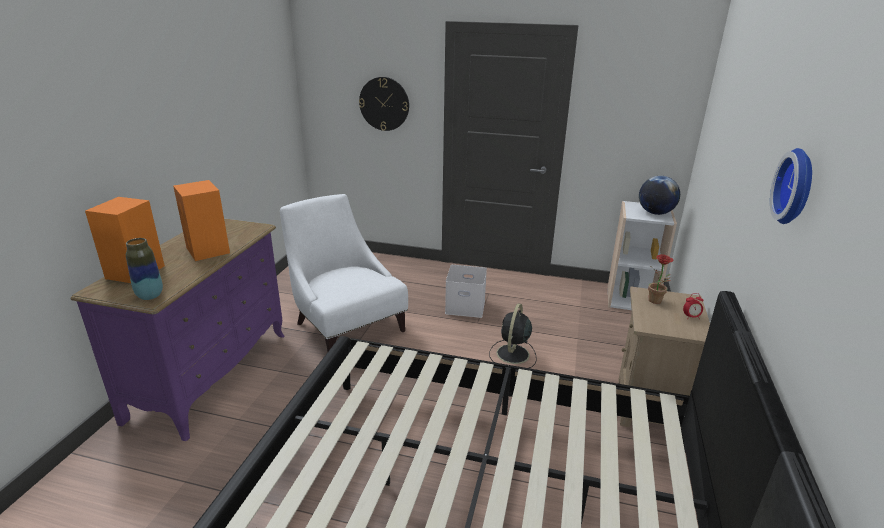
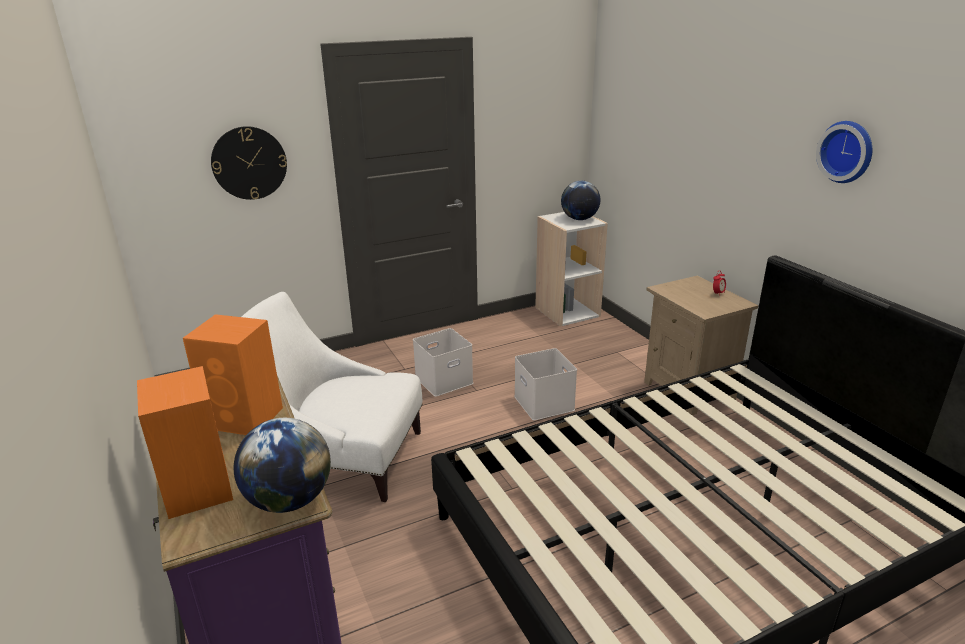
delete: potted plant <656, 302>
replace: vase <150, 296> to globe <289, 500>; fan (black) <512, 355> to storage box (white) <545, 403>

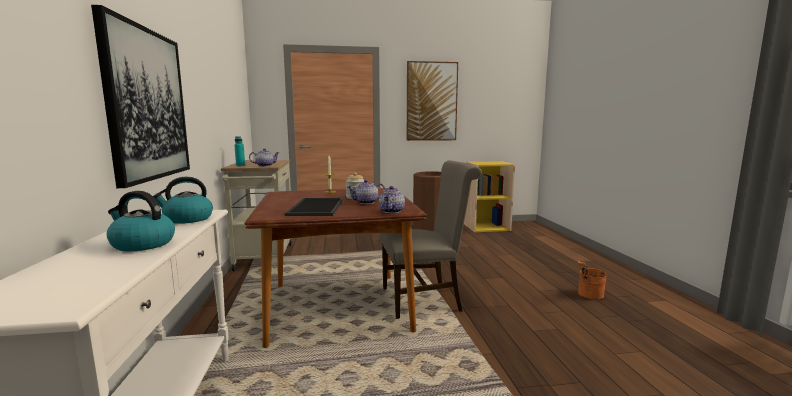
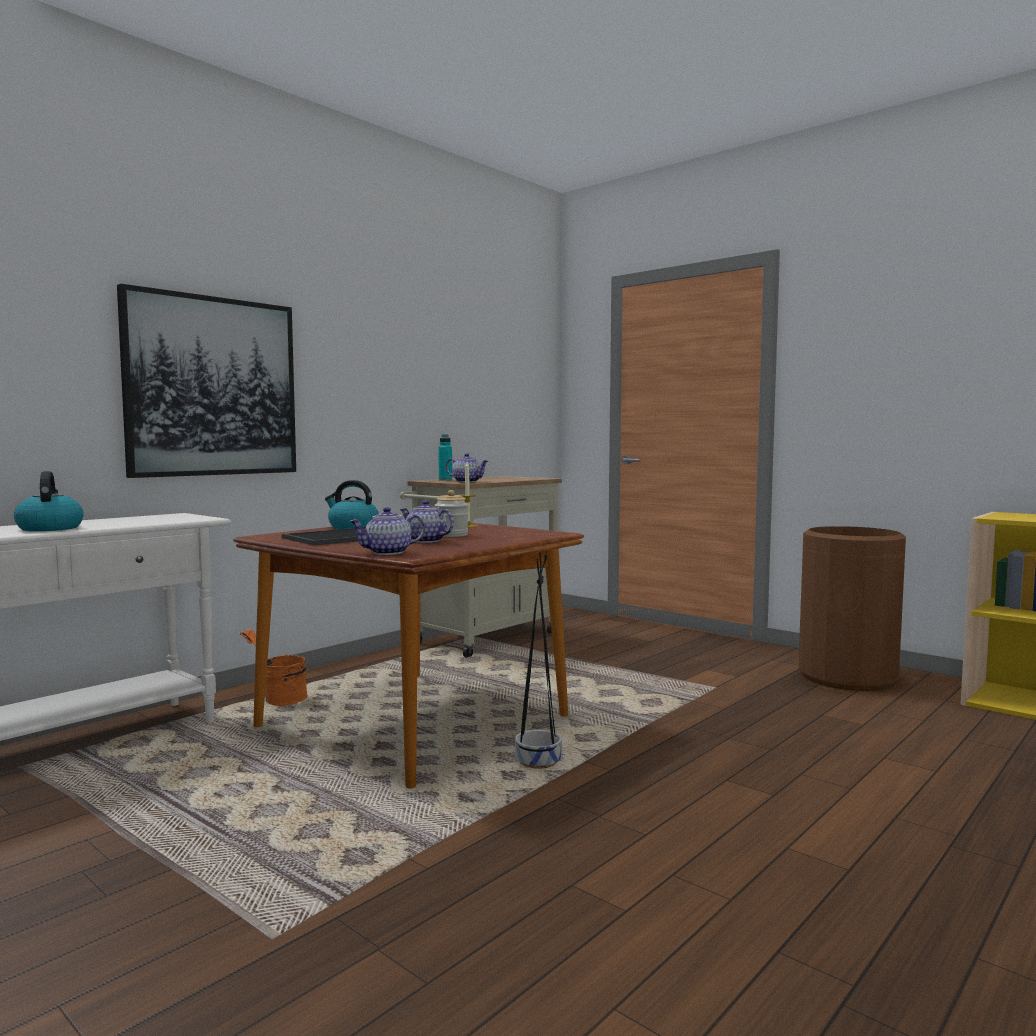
delete: picture <431, 101>
move: kettle <187, 219> to <352, 527>; bucket (orange) <588, 295> to <279, 699>
replace: chair (beige) <426, 299> to planter (black) <538, 762>

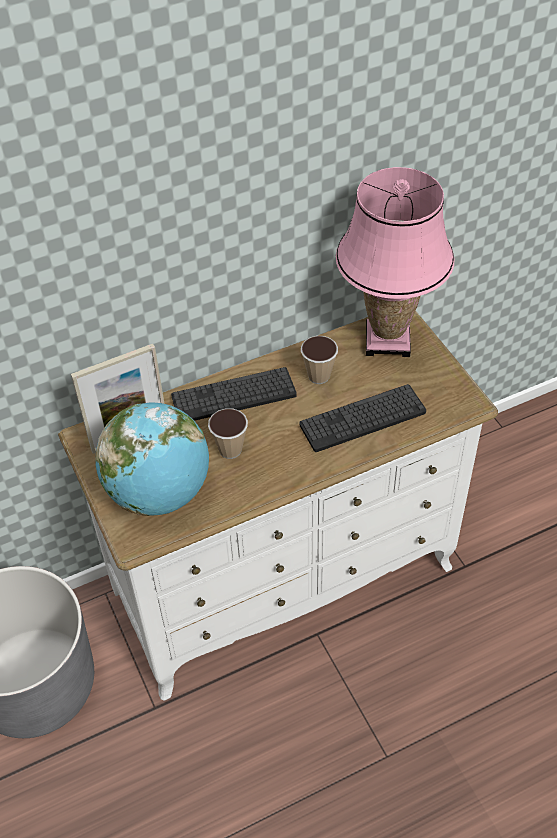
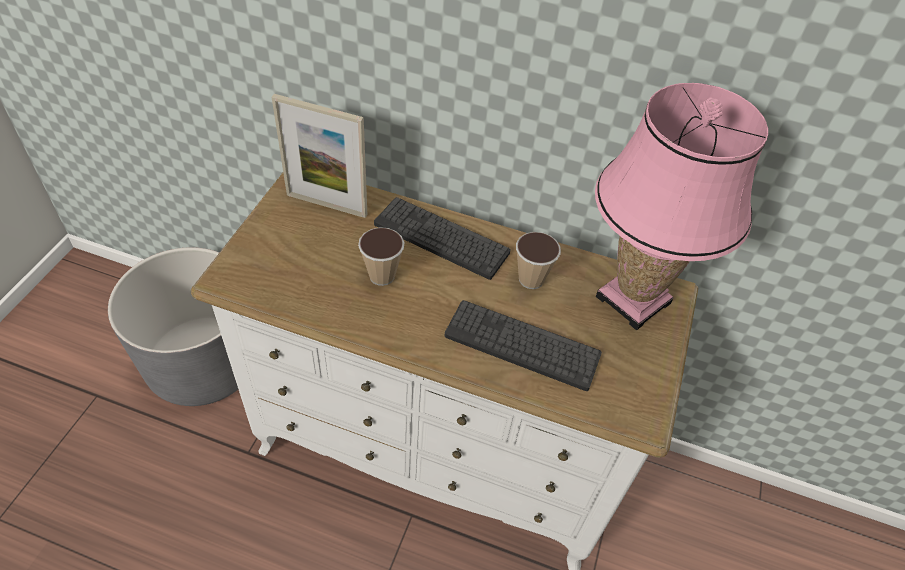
delete: globe <159, 492>

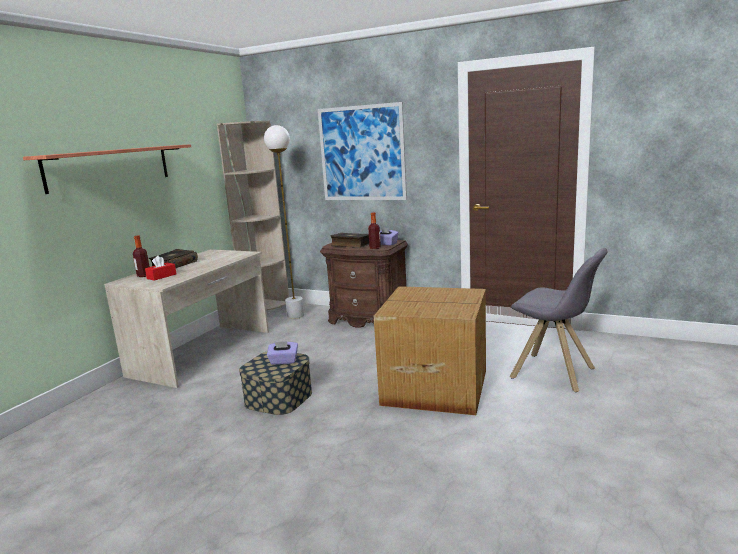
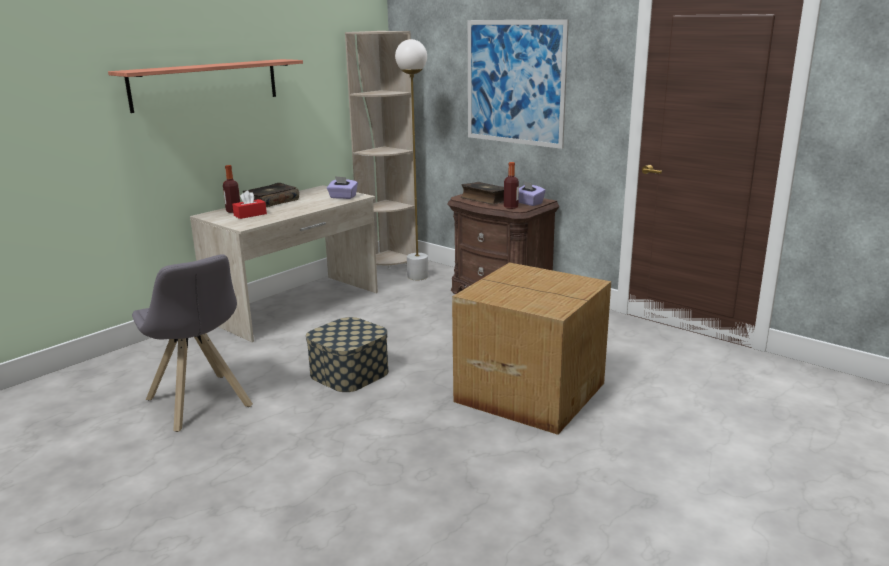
move: chair (grey) <553, 372> to <200, 402>; tissue box (purple) <283, 361> to <342, 197>

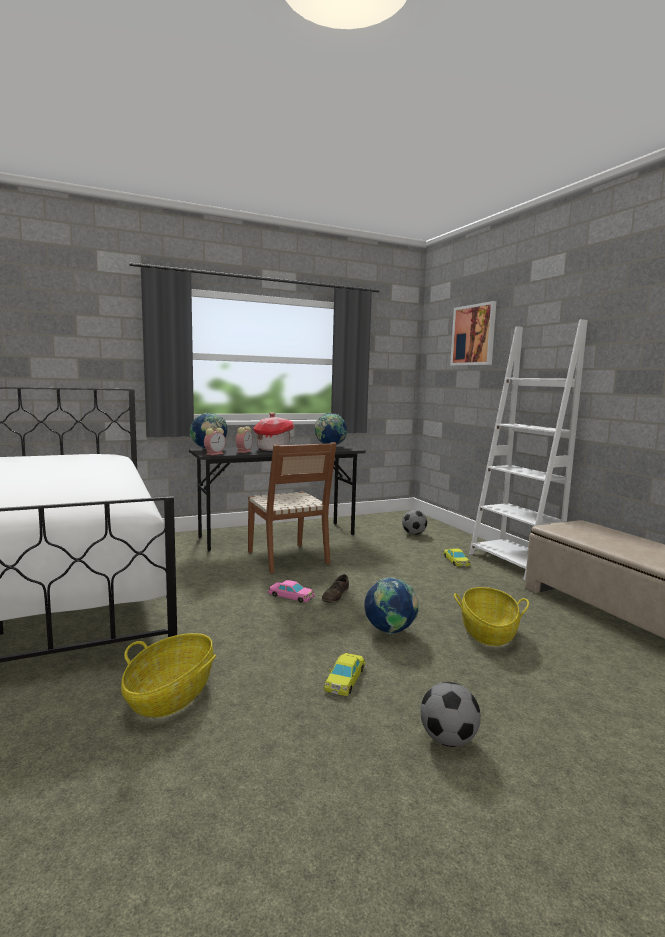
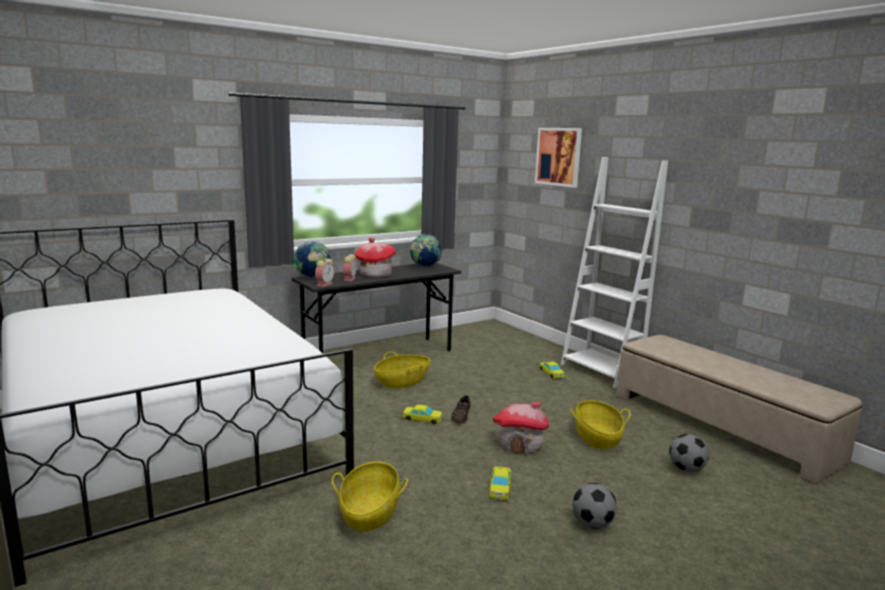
move: football <414, 534> to <686, 469>
replace: chair <288, 560> to basket <402, 382>; globe <390, 632> to toy house <520, 444>
recolor: toy car (pink) <291, 596> to toy car (yellow) <423, 418>

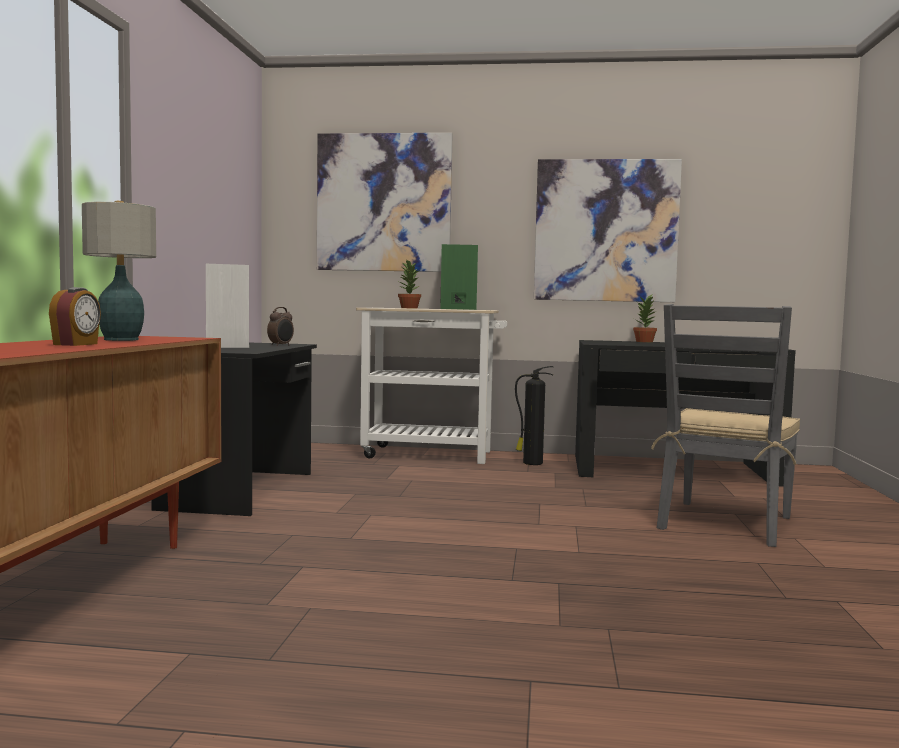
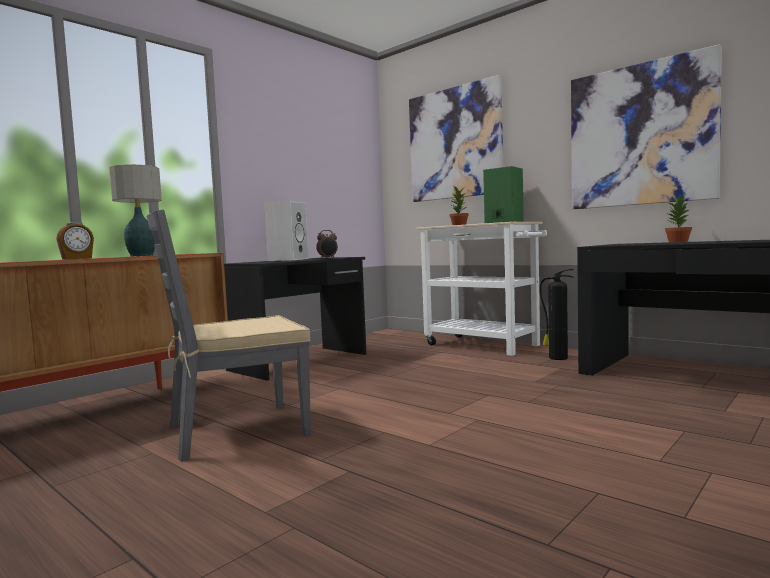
move: chair (grey) <725, 523> to <236, 430>

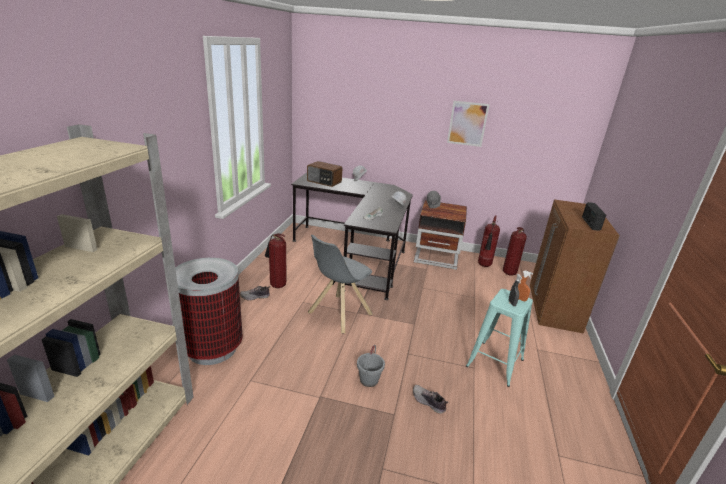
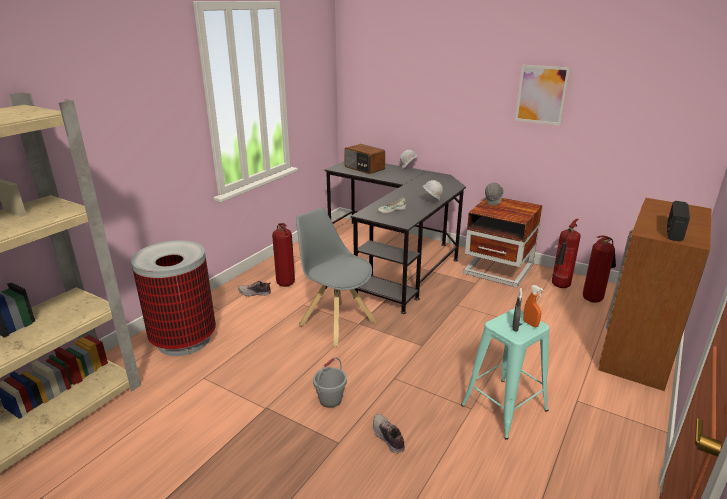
rotate: chair (grey) <338, 314> = <336, 322> 75 degrees clockwise

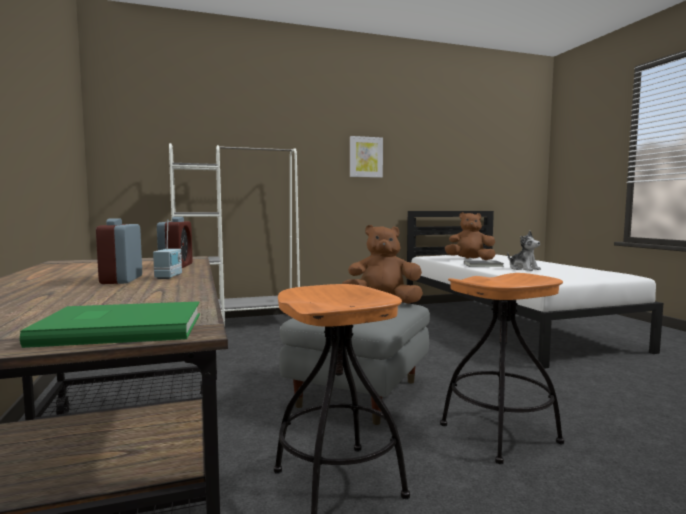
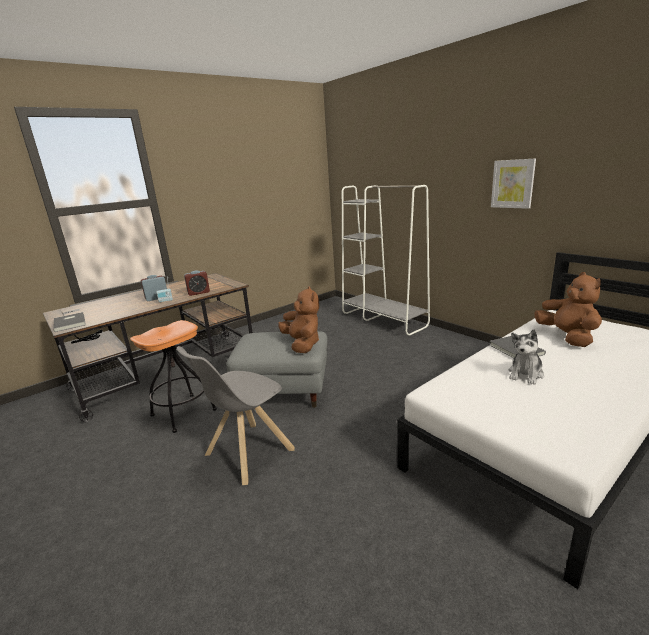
replace: stool (orange) <498, 433> to chair (grey) <247, 453>
recolor: book (green) <121, 328> to book (grey) <71, 323>

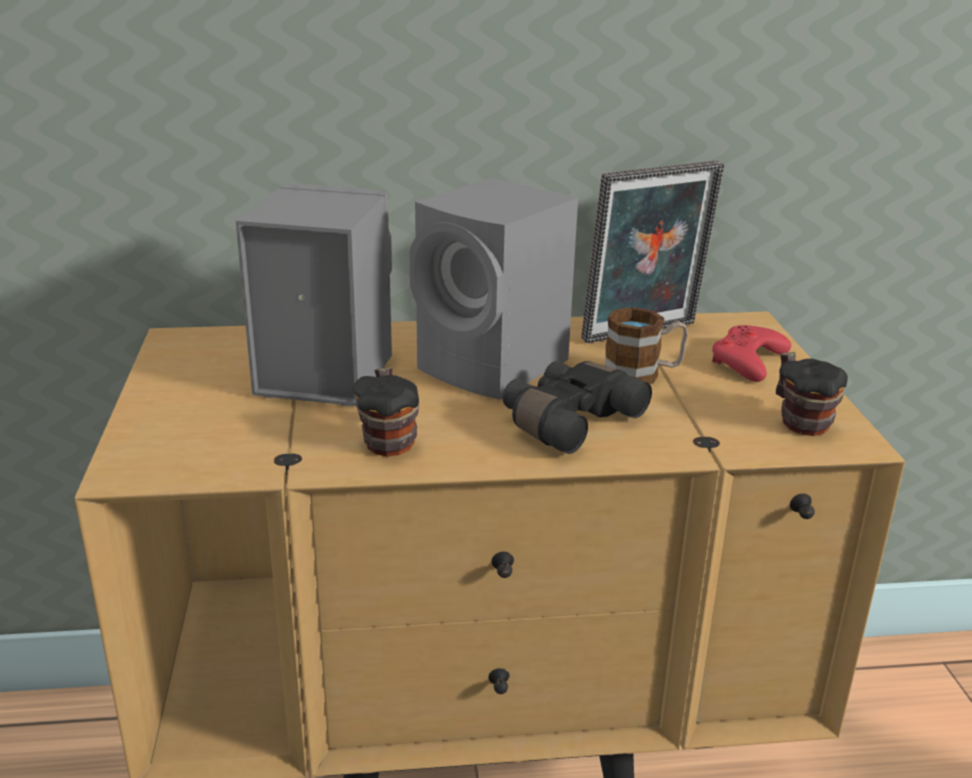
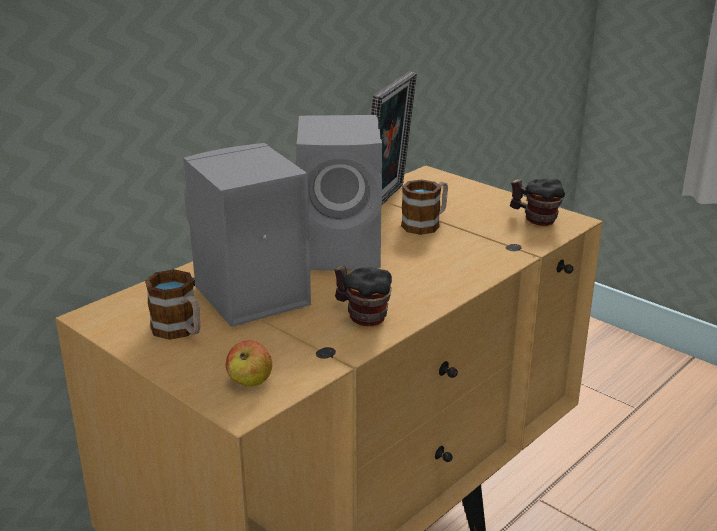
delete: game controller (red) <748, 361>; binoculars (black) <567, 420>
insert: mug <180, 331>; apple <250, 382>

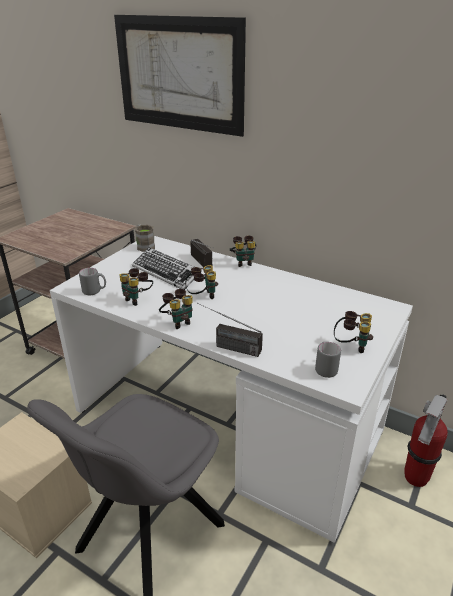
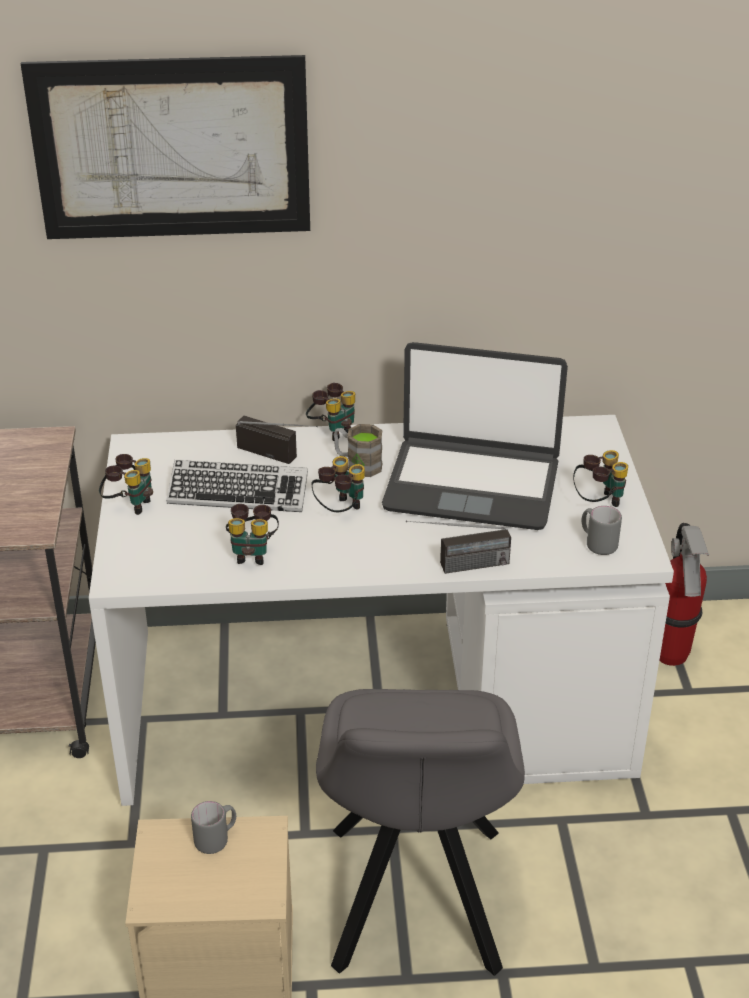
insert: laptop <472, 484>
move: mug (brown) <144, 246> to <357, 464>; mug (grey) <95, 291> to <216, 839>; binoculars <178, 322> to <129, 504>

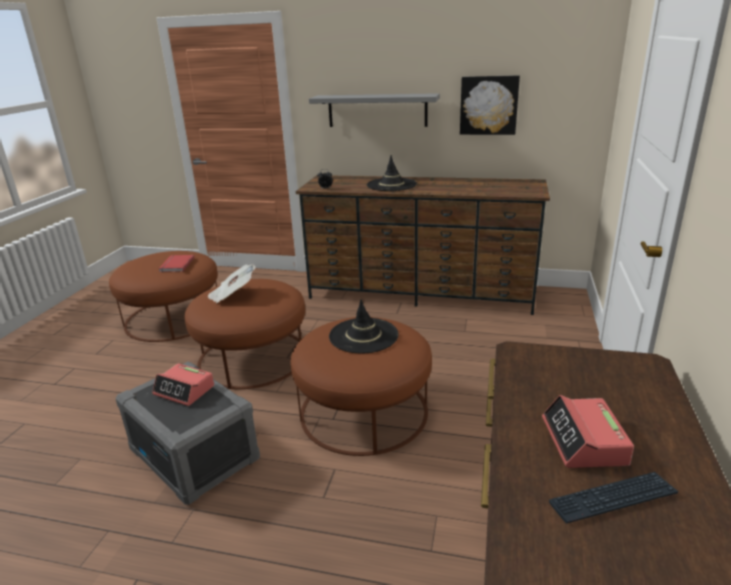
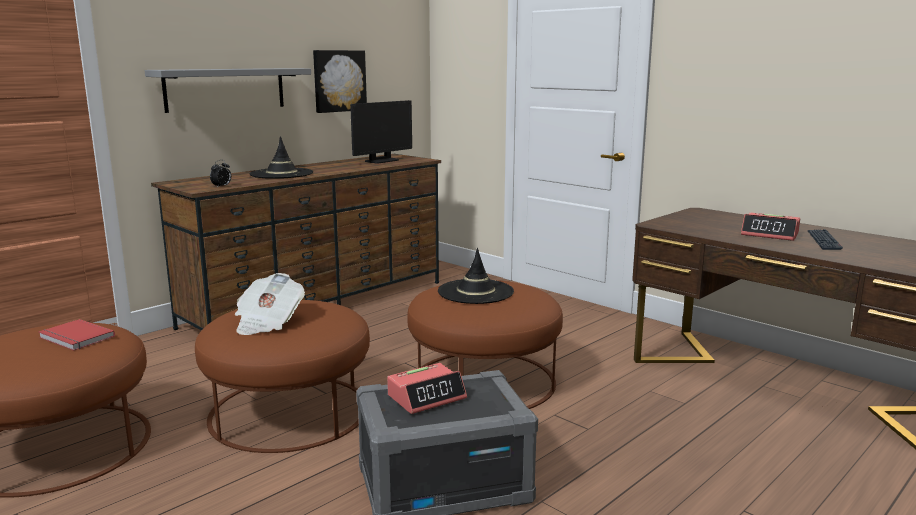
insert: monitor <382, 161>

